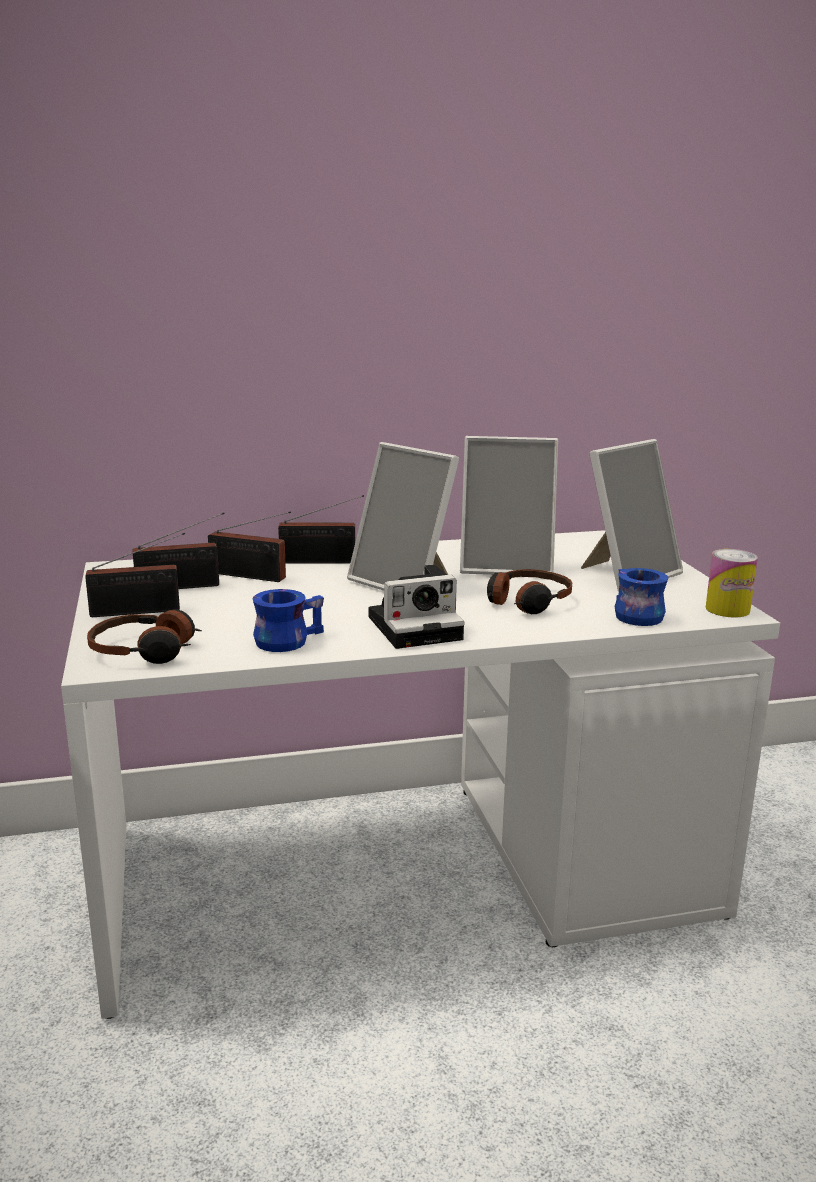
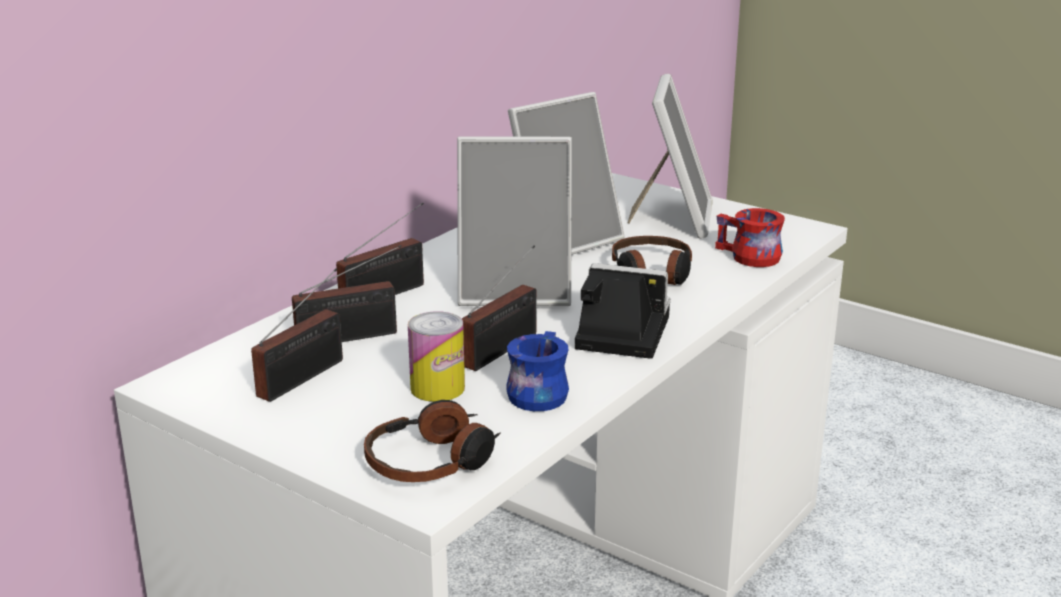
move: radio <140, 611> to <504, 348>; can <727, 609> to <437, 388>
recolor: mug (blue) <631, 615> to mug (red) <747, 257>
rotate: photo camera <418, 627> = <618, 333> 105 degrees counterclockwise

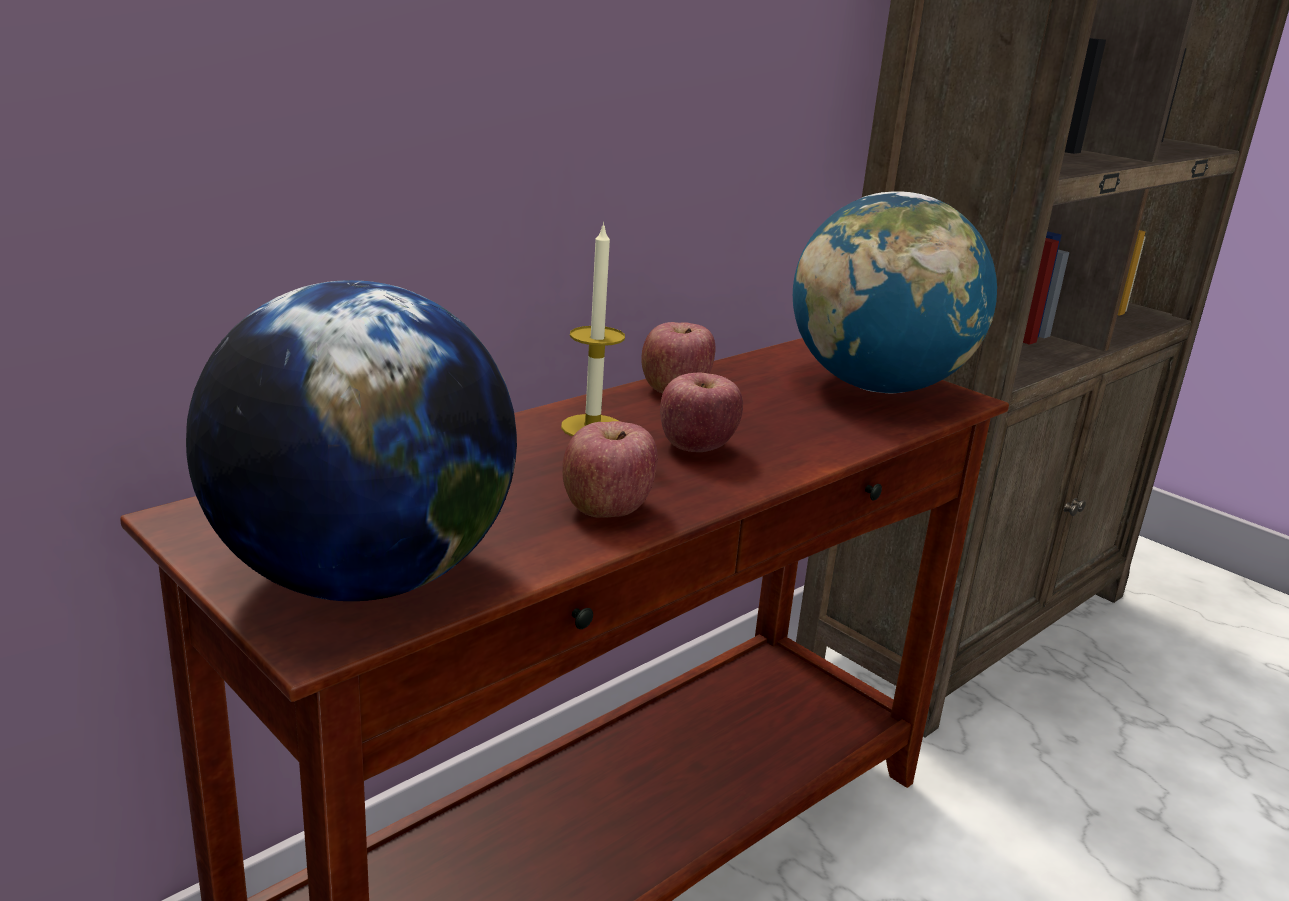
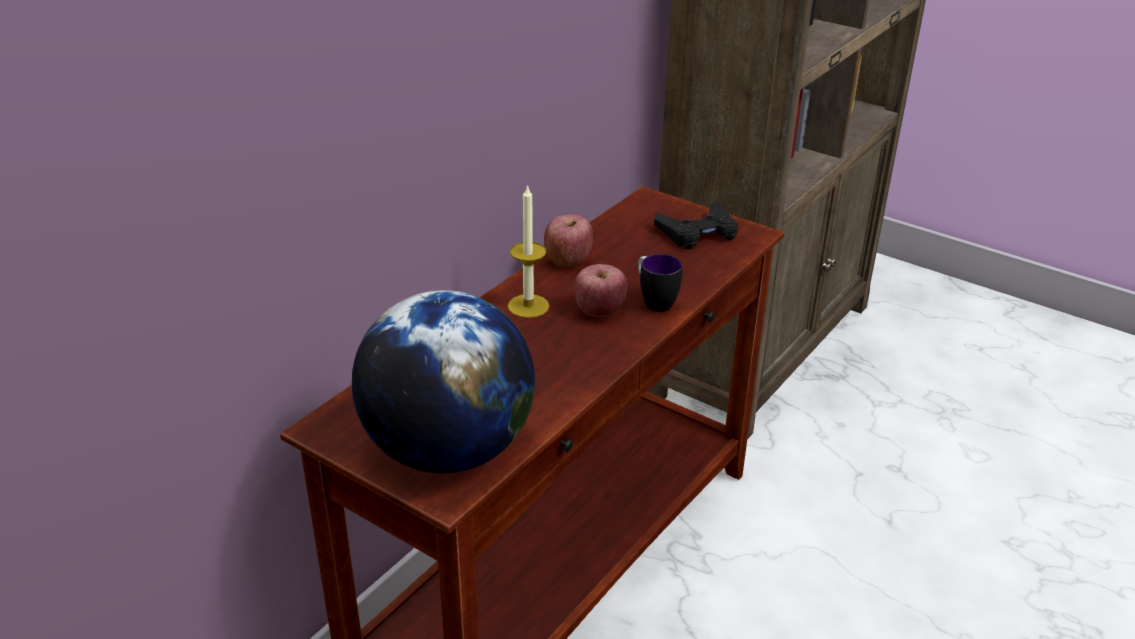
delete: apple <607, 508>
insert: mug <654, 301>
replace: globe <877, 386> to game controller (black) <698, 232>

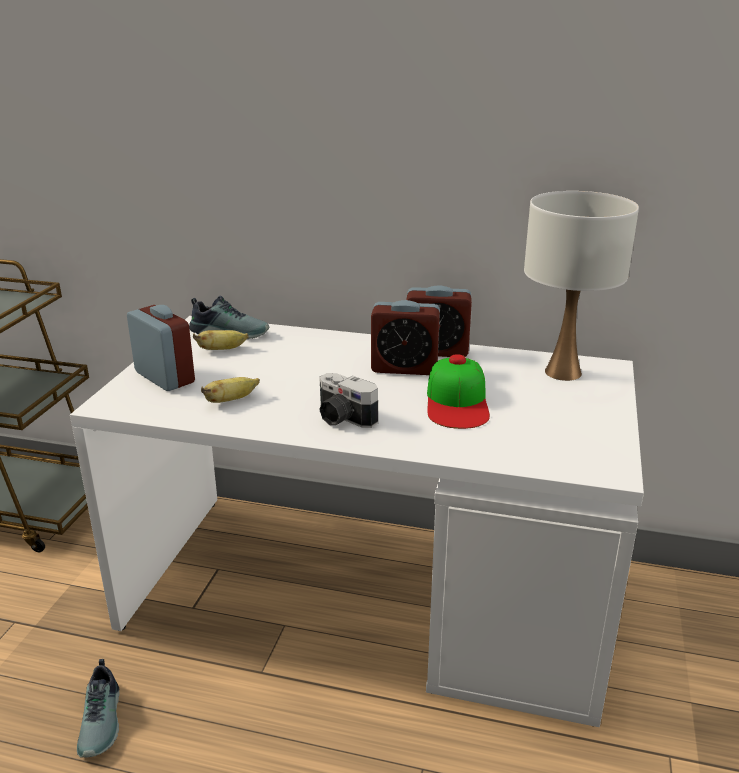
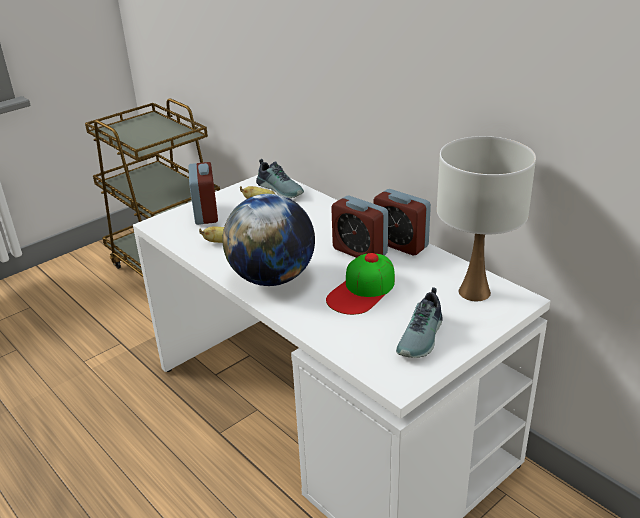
move: shoe <103, 720> to <422, 337>
replace: photo camera <342, 418> to globe <272, 278>

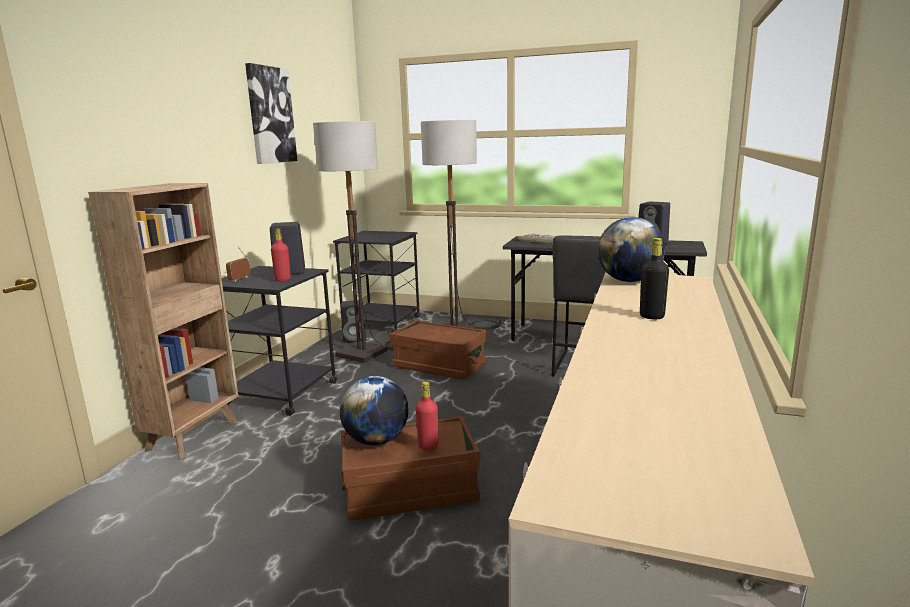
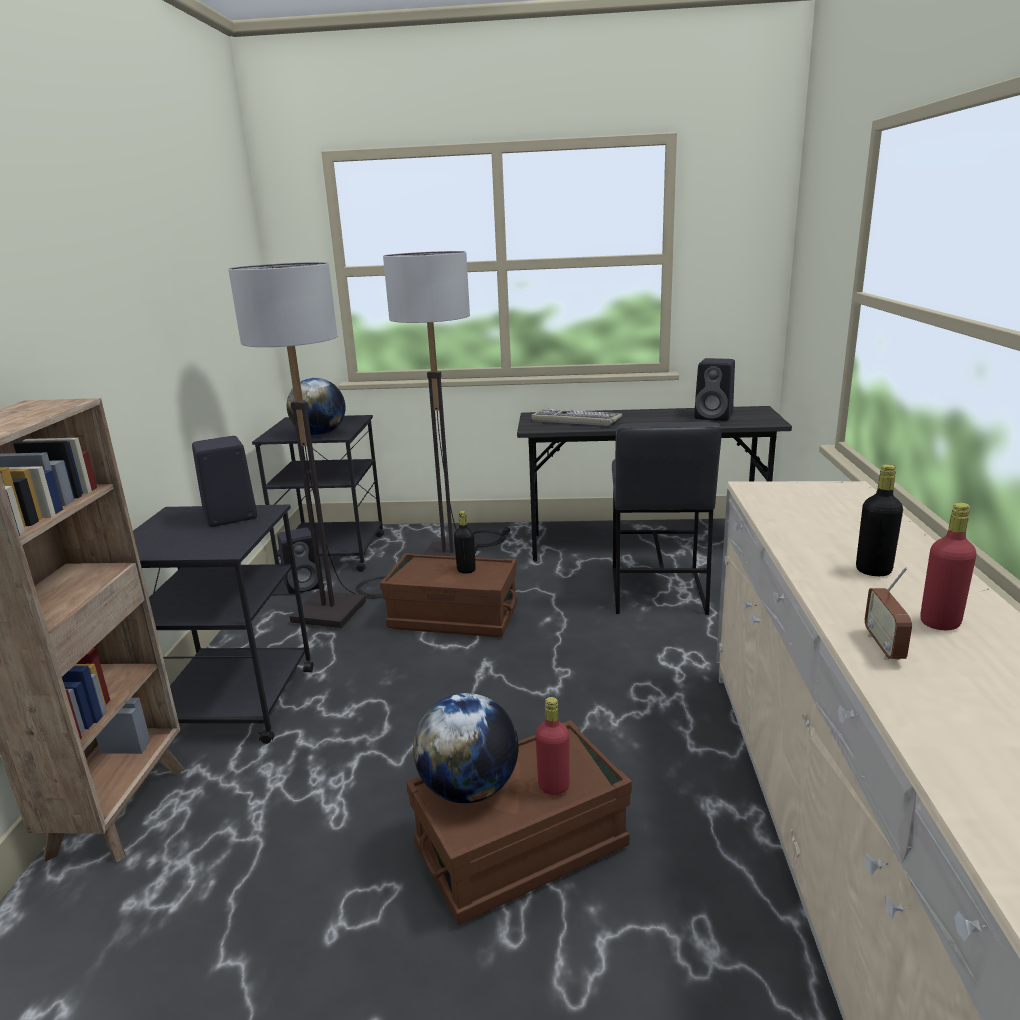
delete: picture <270, 115>
insert: bottle (black) <466, 570>
move: globe <629, 281> to <320, 434>; bottle (red) <283, 280> to <940, 623>; radio <240, 279> to <884, 647>

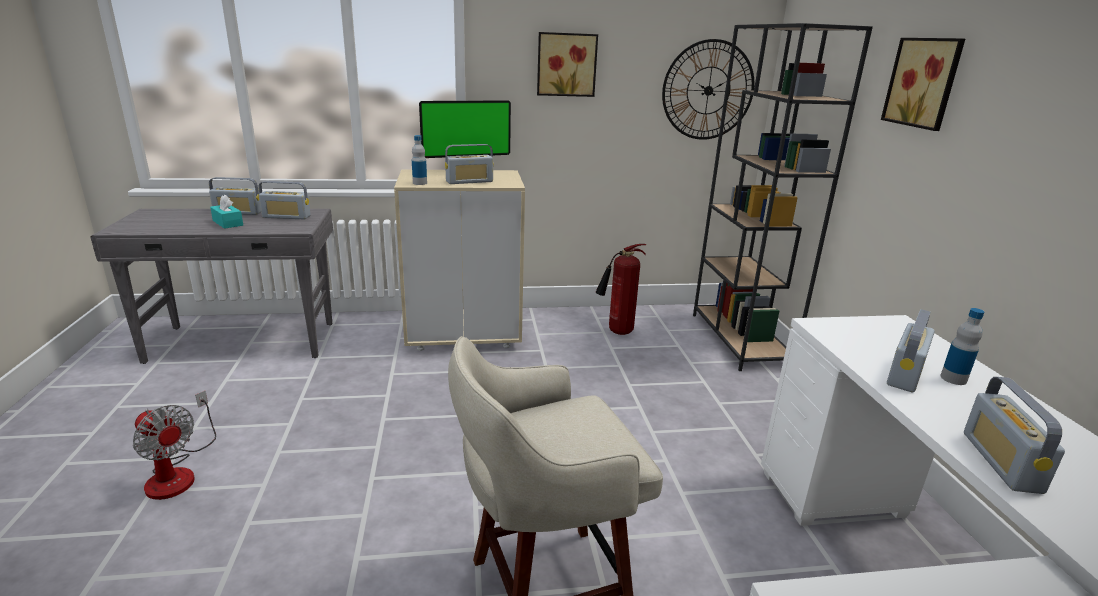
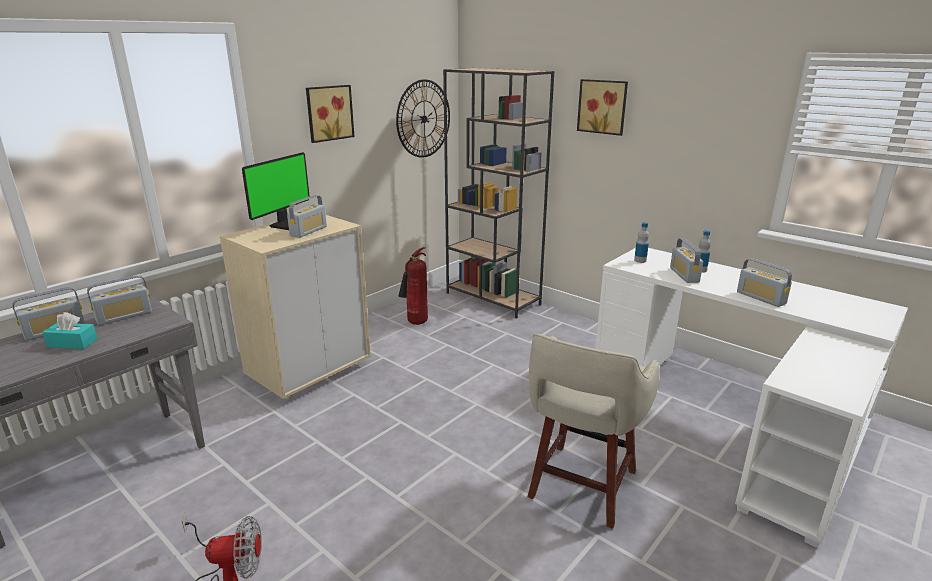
move: bottle <420, 183> to <640, 260>

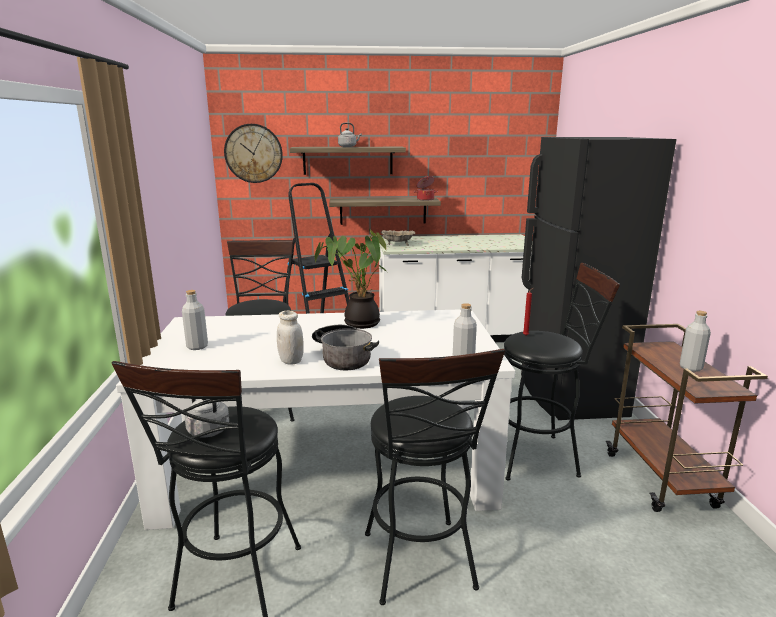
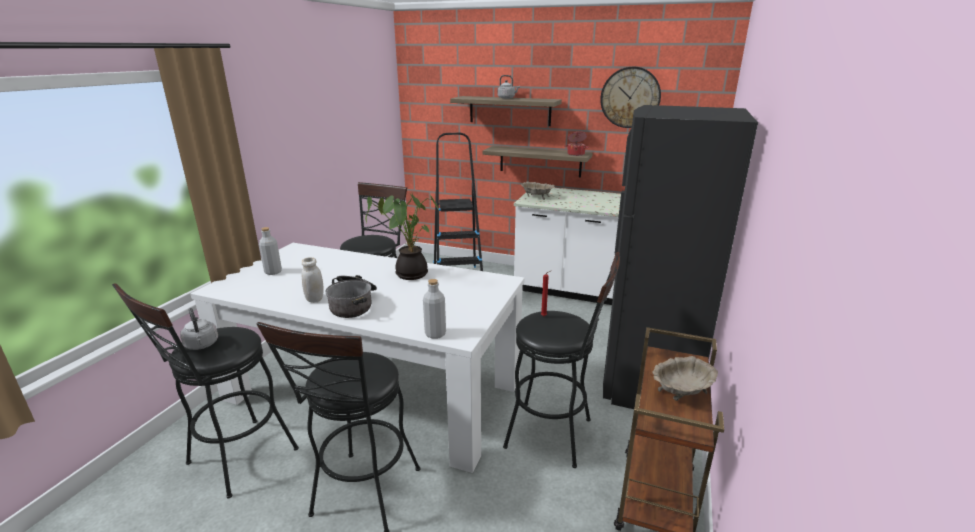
move: wall clock <253, 153> to <630, 97>
replace: bottle (grey) <690, 367> to bowl (beige) <681, 393>

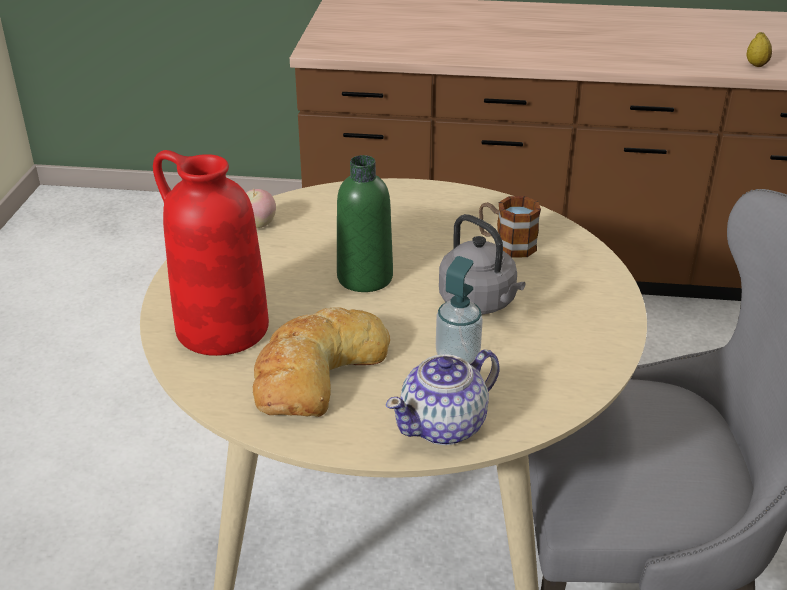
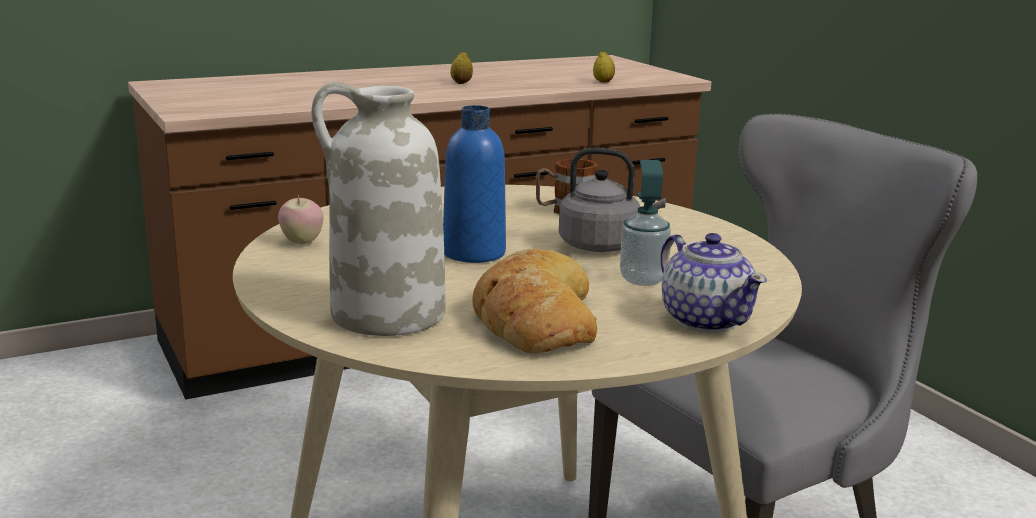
insert: lemon <461, 83>
recolor: vase (red) <220, 329> to vase (white) <386, 315>; bottle (green) <365, 278> to bottle (blue) <474, 253>
rotate: teapot <444, 425> = <706, 319> 45 degrees counterclockwise

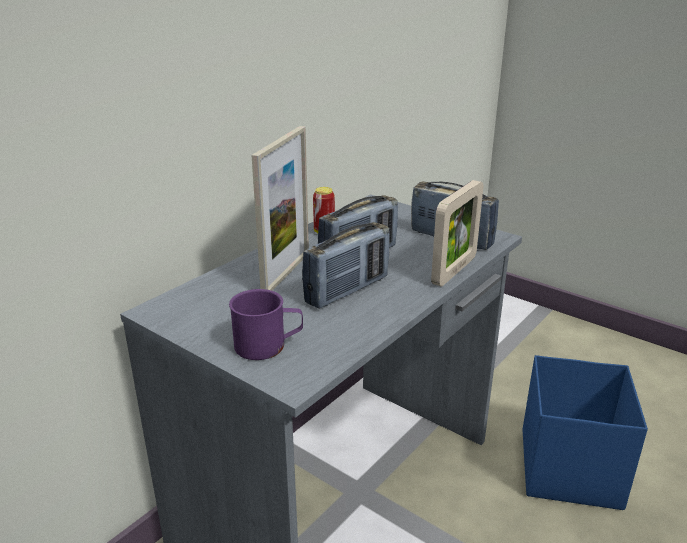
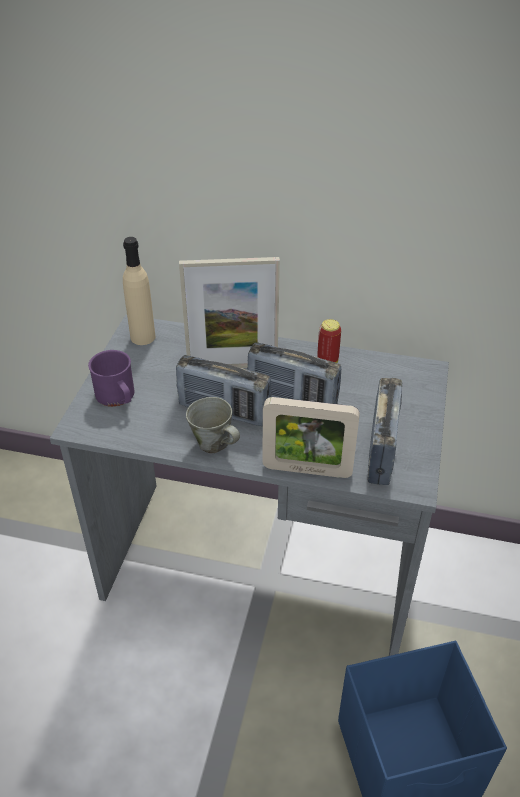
insert: bottle (beige) <143, 337>; mug (grey) <214, 444>

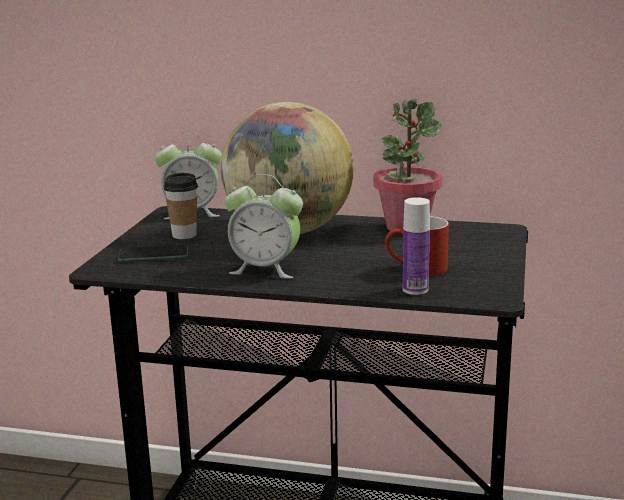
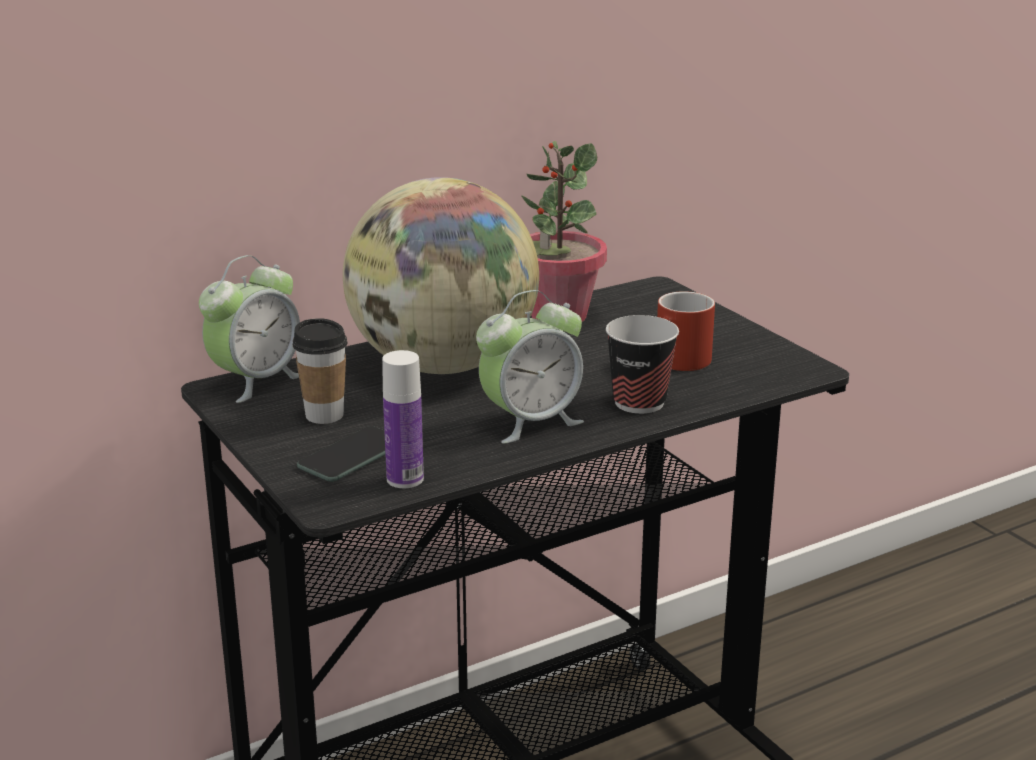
insert: cup <639, 402>
move: bottle <415, 289> to <405, 479>

